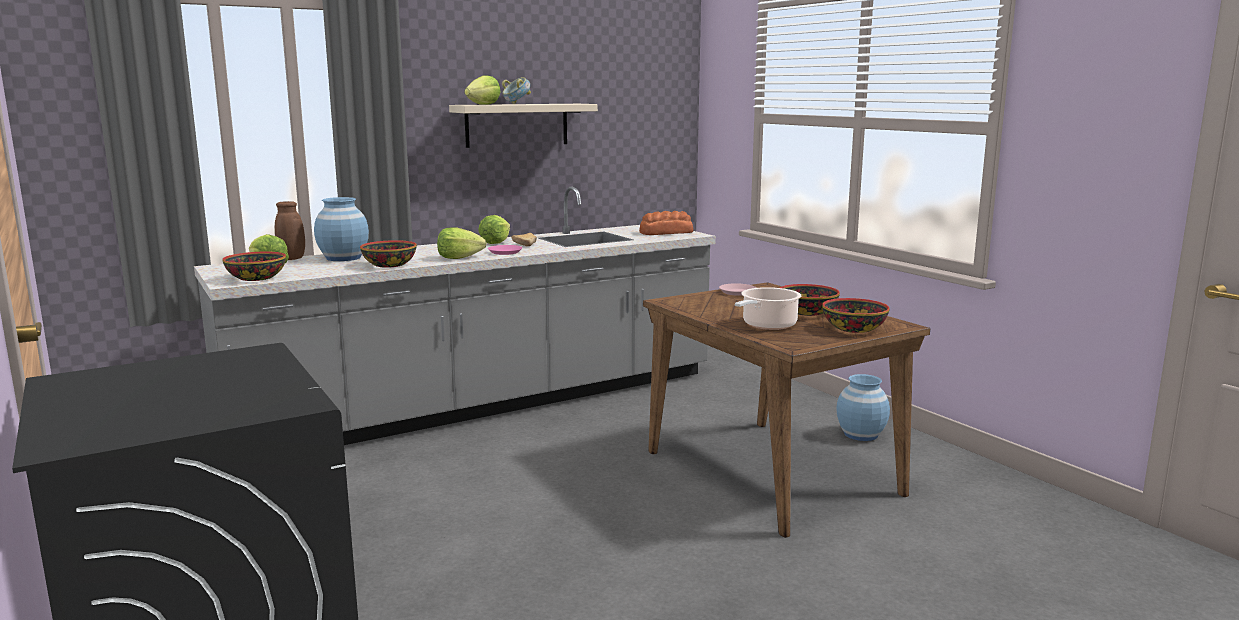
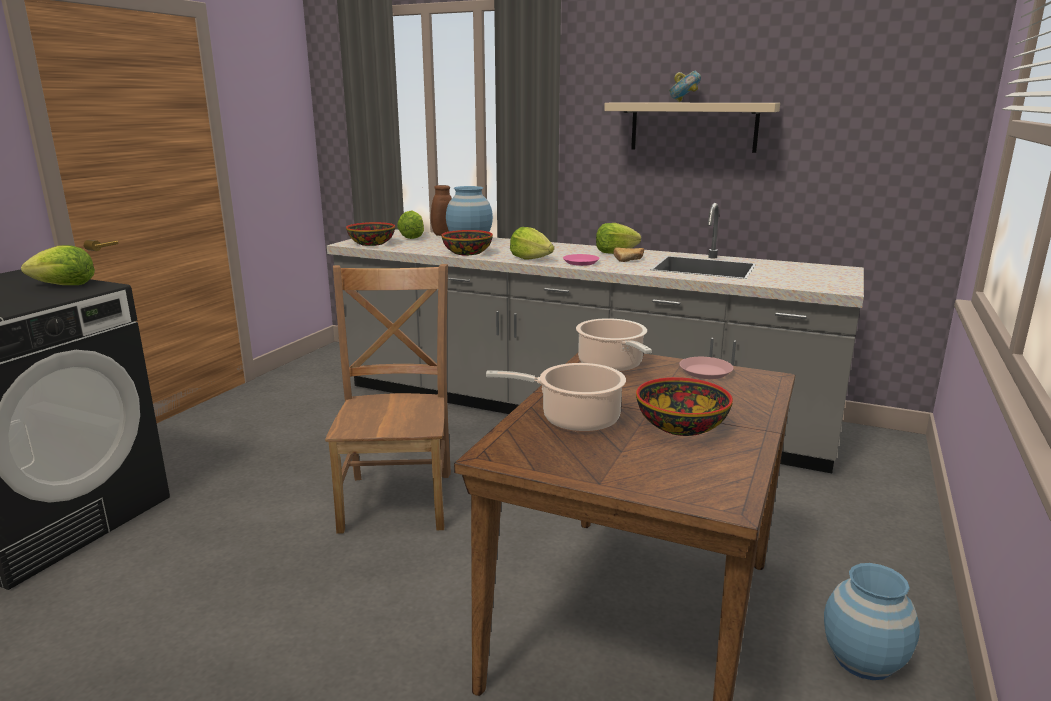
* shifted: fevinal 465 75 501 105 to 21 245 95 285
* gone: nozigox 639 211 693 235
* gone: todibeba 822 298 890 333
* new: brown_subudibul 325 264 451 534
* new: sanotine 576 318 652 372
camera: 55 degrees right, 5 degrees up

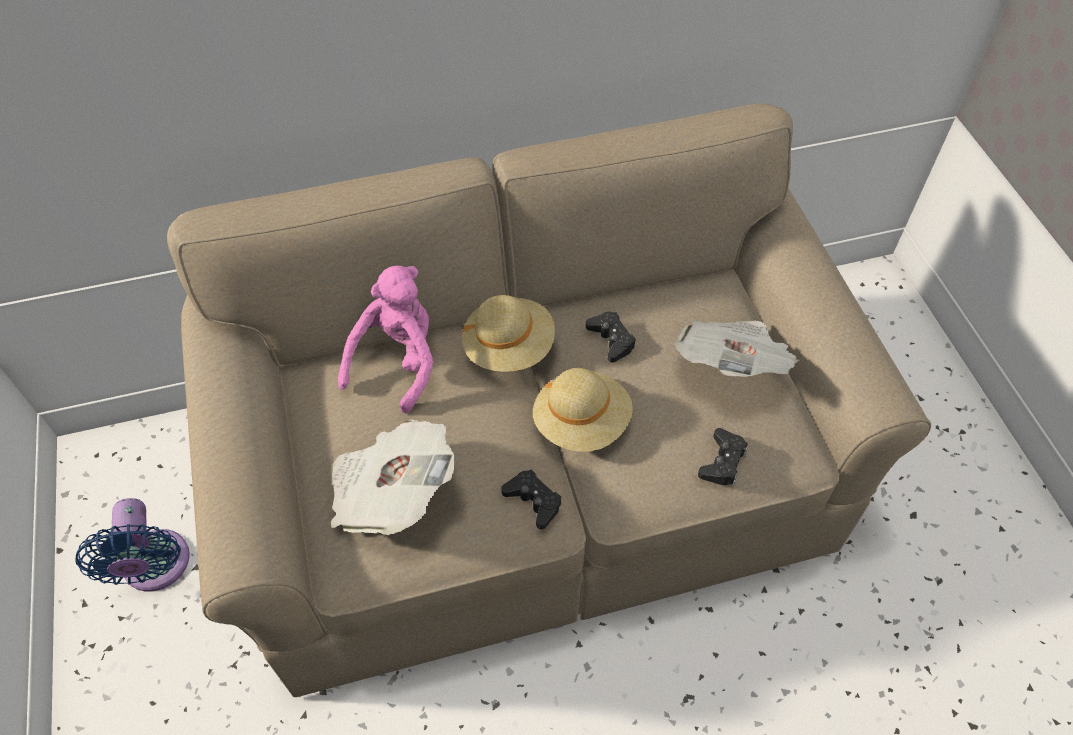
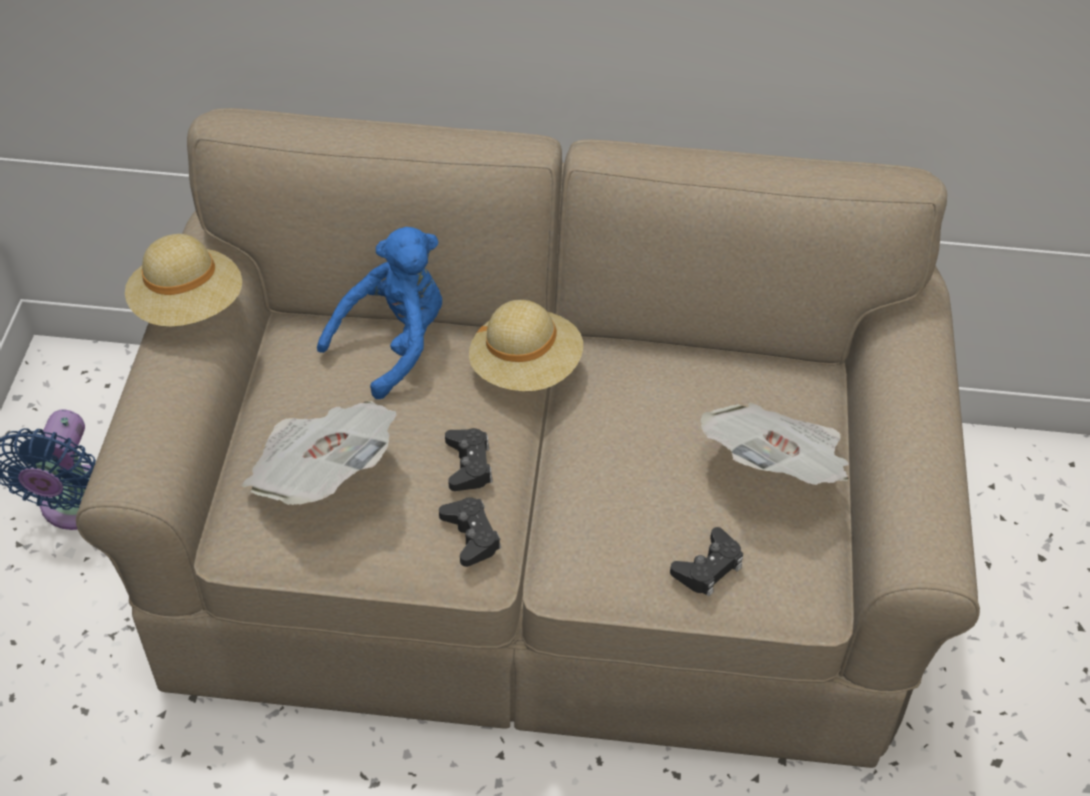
* repainted: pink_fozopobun 338 266 434 413 to blue_fozopobun 317 227 442 399
* shifted: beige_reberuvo 533 368 633 452 to 125 234 242 327
* shifted: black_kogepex 586 312 636 362 to 445 428 493 491
camera: 20 degrees right, 5 degrees down

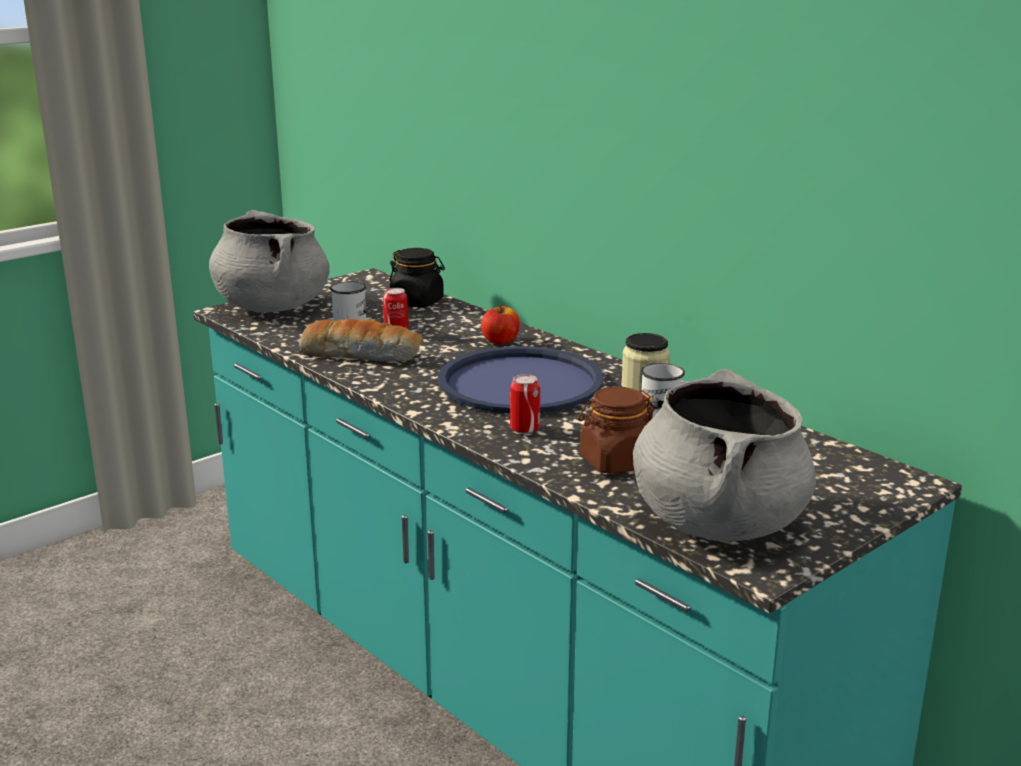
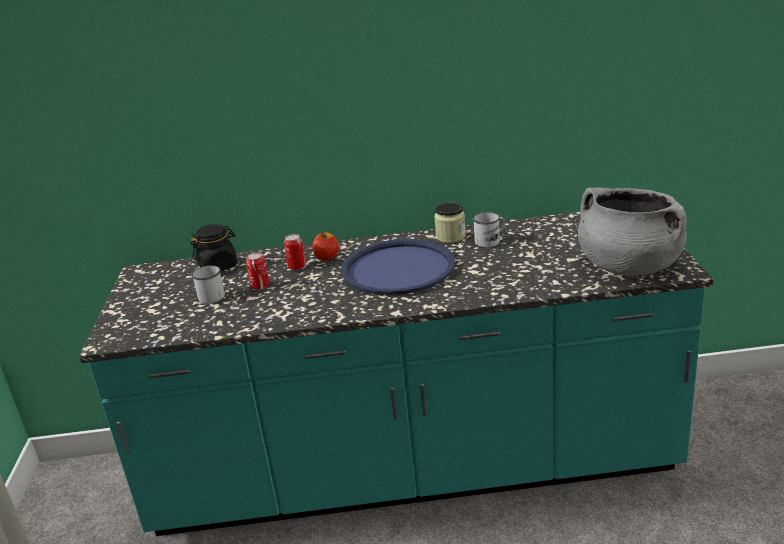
* gone: grey_sanotine 209 210 330 312
* gone: nozigox 299 319 423 361
* shifted: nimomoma 510 374 540 434 to 284 234 306 270
* gone: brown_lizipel 578 387 655 474
camera: 50 degrees left, 5 degrees up

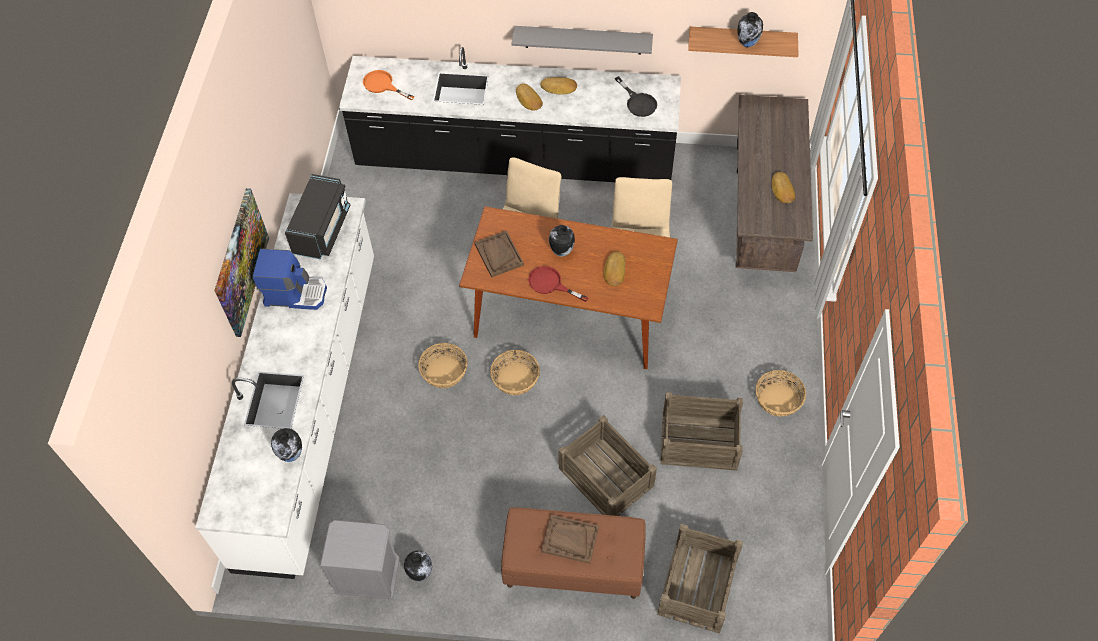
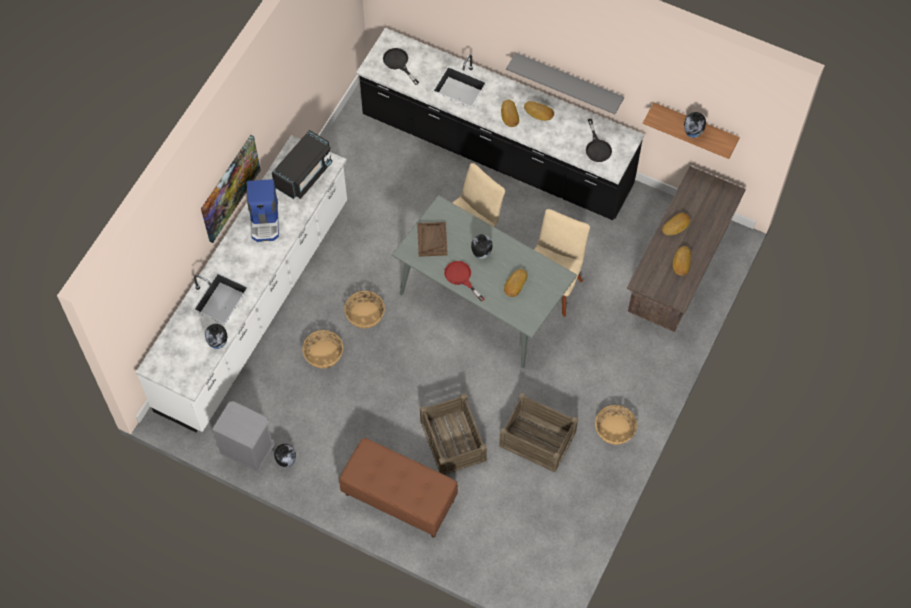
* rotated: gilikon 253 249 327 310 = 247 179 279 242 60 degrees clockwise
* repainted: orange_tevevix 363 70 415 100 to black_tevevix 383 48 419 85
* repainted: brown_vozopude 459 206 678 369 to grey_vozopude 392 195 577 368
* shifted: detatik 490 350 540 395 to 302 330 343 369
* gone: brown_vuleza 541 515 599 564
* gone: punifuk 657 524 743 633
* new: nozigox 662 213 690 235
camera: 20 degrees right, 5 degrees up

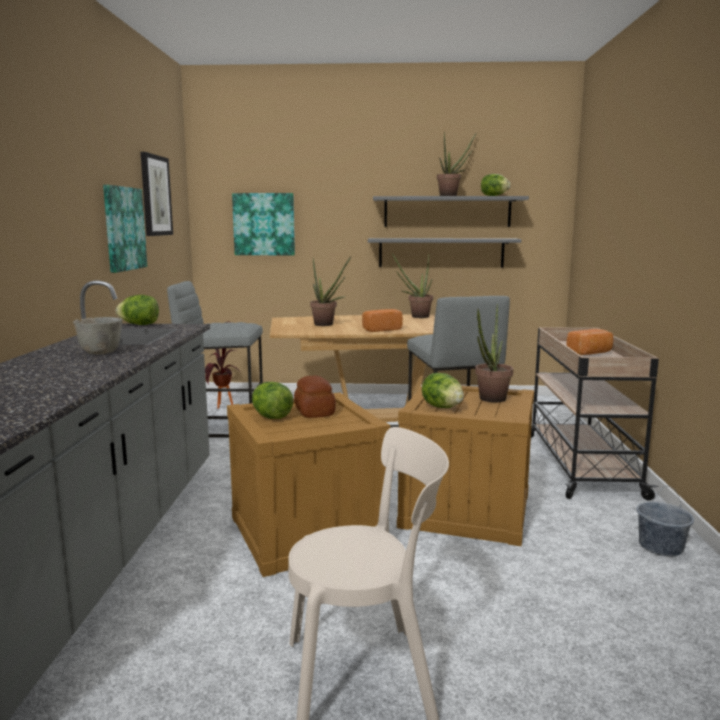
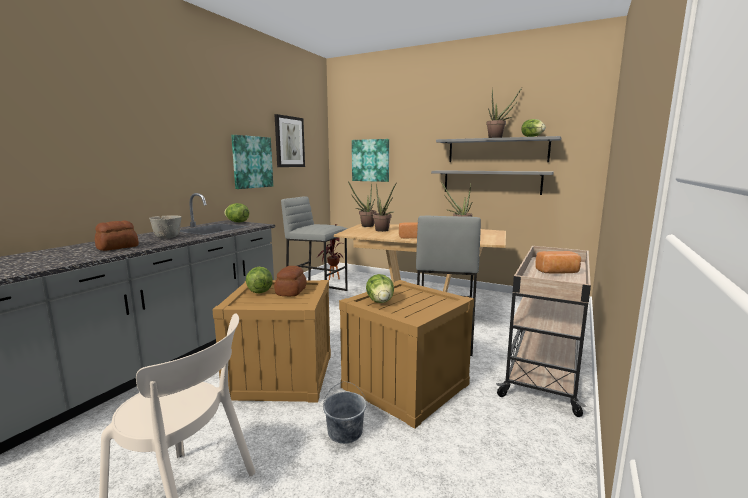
* shifted: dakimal 475 304 513 403 to 348 181 376 227
* shifted: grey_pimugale 636 486 694 556 to 323 381 366 444
* new: nozigox 95 220 139 251
camera: 25 degrees right, 0 degrees up

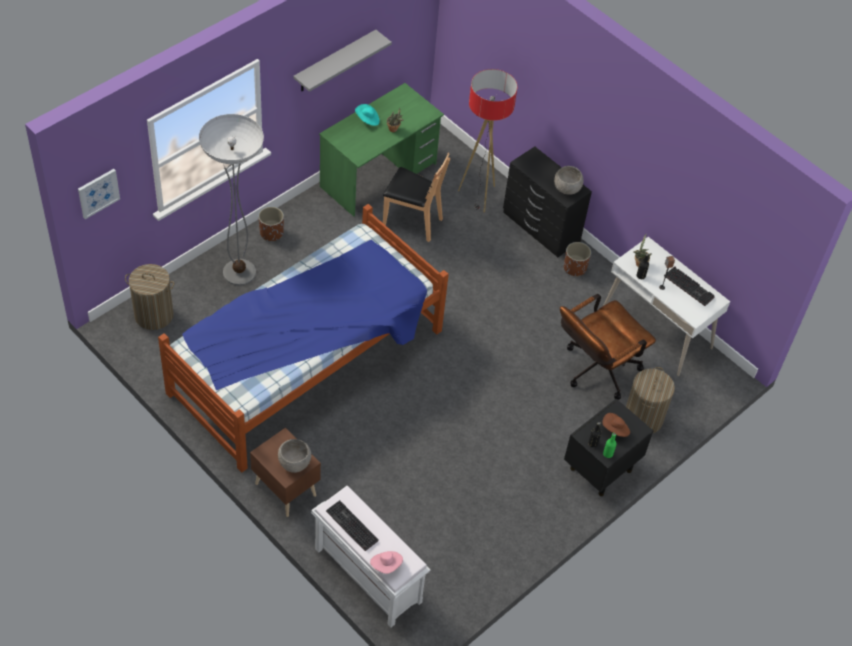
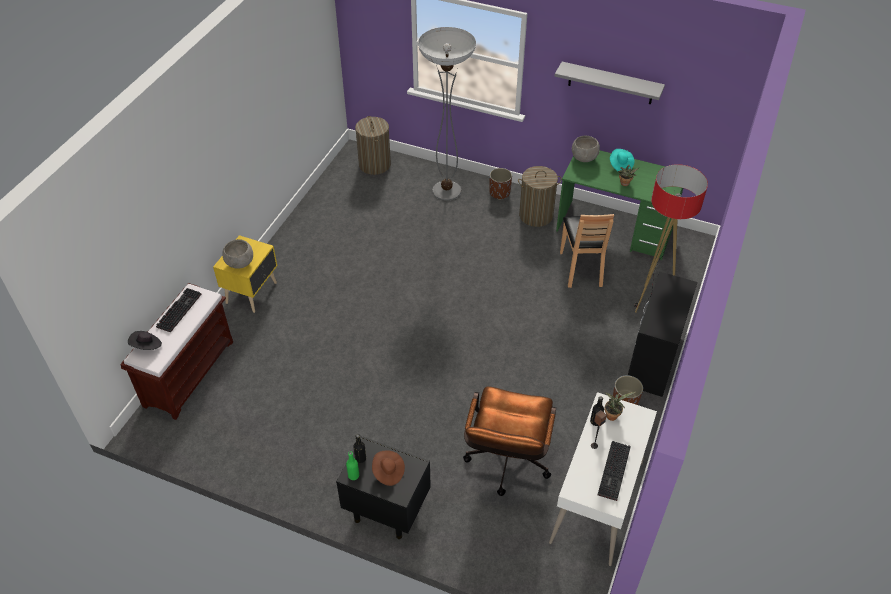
* gone: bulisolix 78 169 120 219
* gone: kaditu 158 204 449 473
* repainted: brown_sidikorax 250 428 321 517 to yellow_sidikorax 213 235 277 313
* repainted: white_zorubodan 311 486 431 628 to brown_zorubodan 120 283 233 420
* repainted: pink_reberuvo 370 551 403 574 to black_reberuvo 128 331 162 350
* shifted: grey_todibeba 554 166 583 195 to 572 136 600 162
* rotated: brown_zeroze 560 294 656 400 = 463 386 556 496 105 degrees counterclockwise
* shifted: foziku 626 367 675 433 to 518 166 562 227
camera: 70 degrees right, 5 degrees down

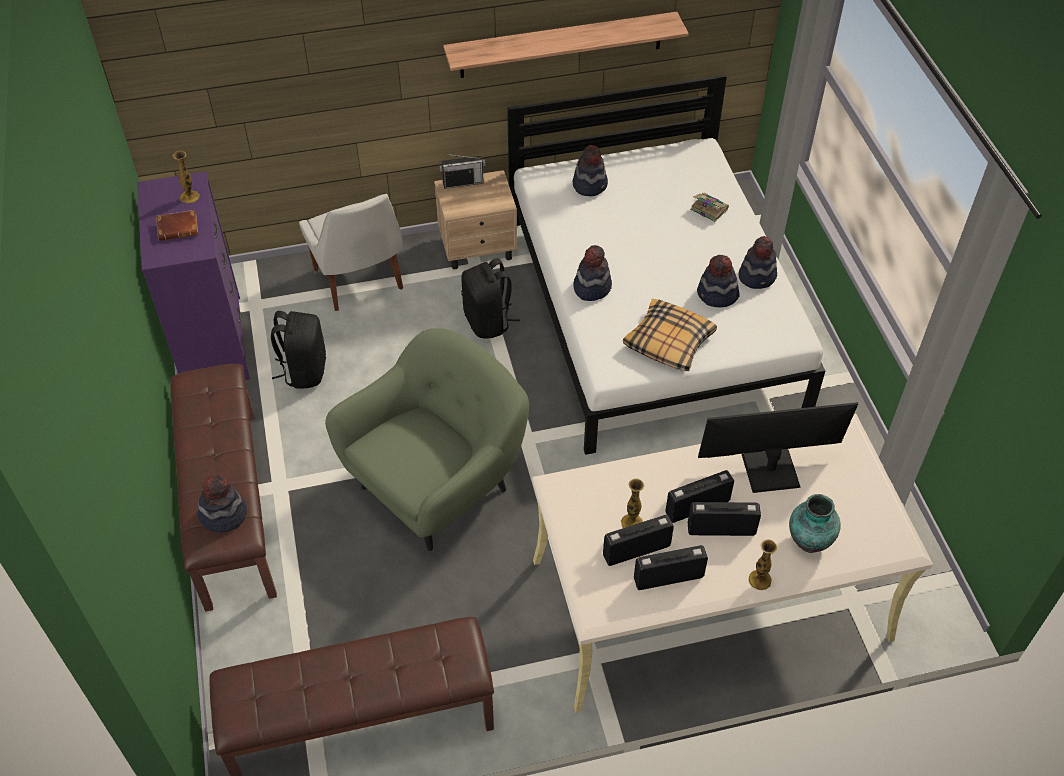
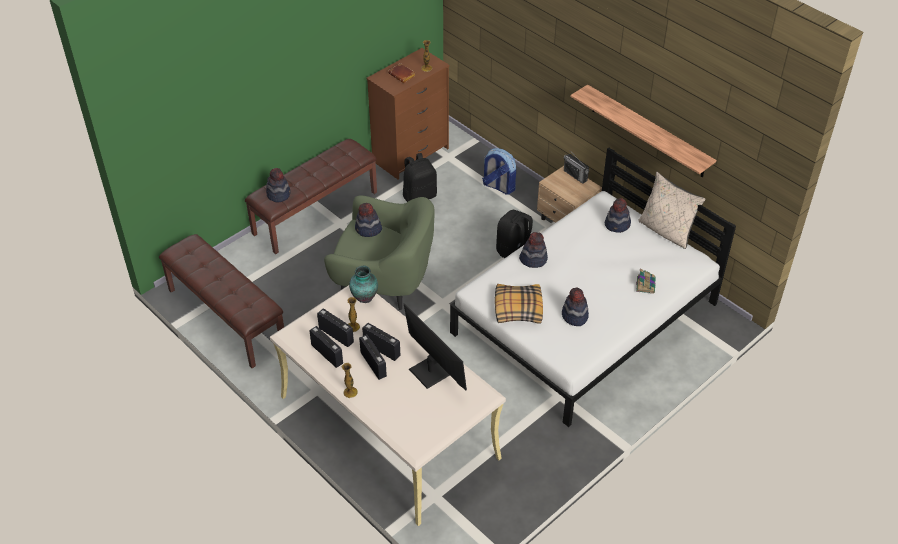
* repainted: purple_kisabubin 137 172 250 380 to brown_kisabubin 367 48 449 180
* swapped: white_subudibul 299 194 403 311 to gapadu 482 148 516 195
* shifted: reberuvo 739 236 777 289 to 355 203 382 237
* shifted: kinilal 789 494 841 553 to 349 266 378 303
* new: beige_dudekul 638 172 705 249
camera: 60 degrees right, 5 degrees down

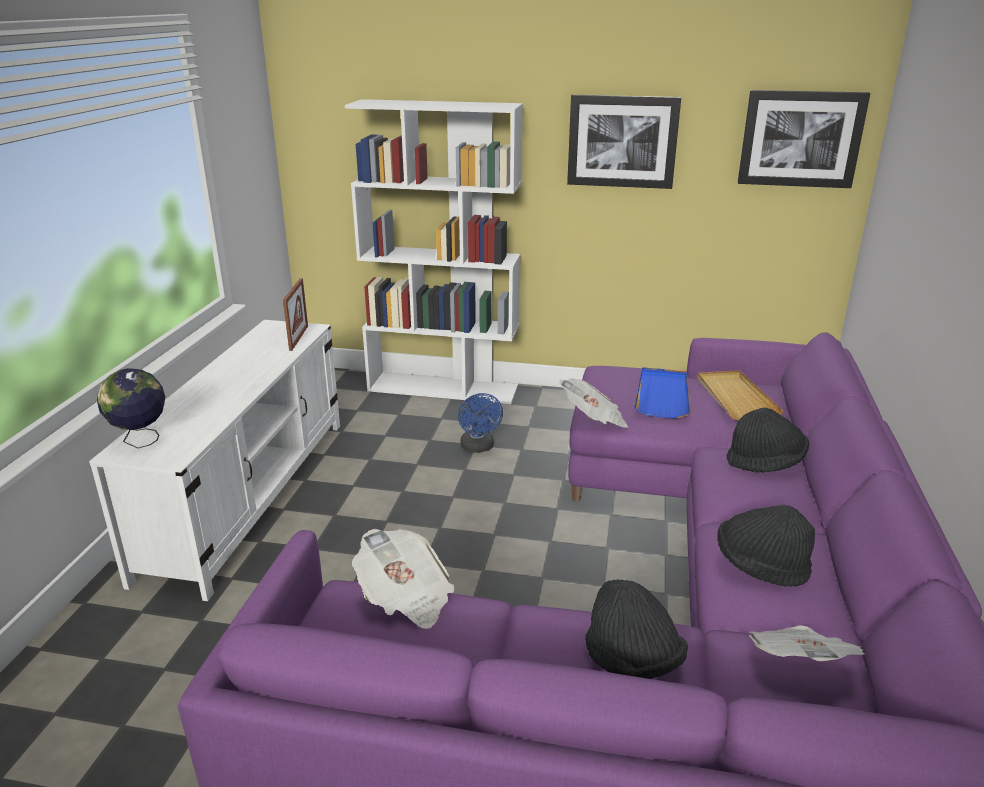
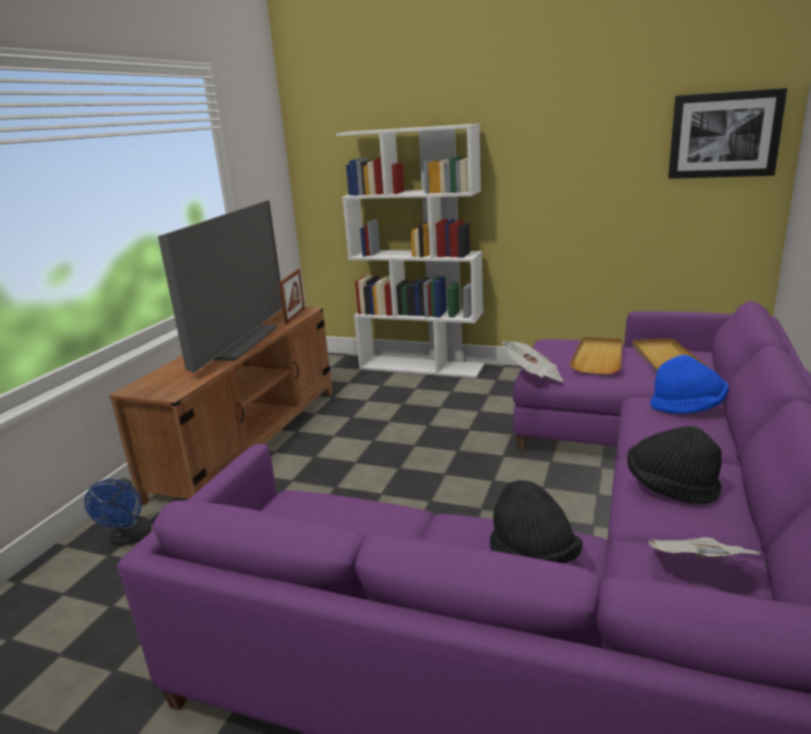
* repainted: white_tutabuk 89 320 340 601 to brown_tutabuk 110 307 333 506
* gone: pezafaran 97 368 165 448
* gone: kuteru 352 529 455 629
* shifted: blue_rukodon 458 393 503 453 to 84 478 151 546
* gone: bulisolix 567 95 681 189
* repainted: blue_vuleza 634 367 691 418 to beige_vuleza 570 337 622 374
* repainted: black_reberuvo 727 408 809 473 to blue_reberuvo 650 355 729 414
* new: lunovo 158 200 283 373
camera: 10 degrees right, 5 degrees down

